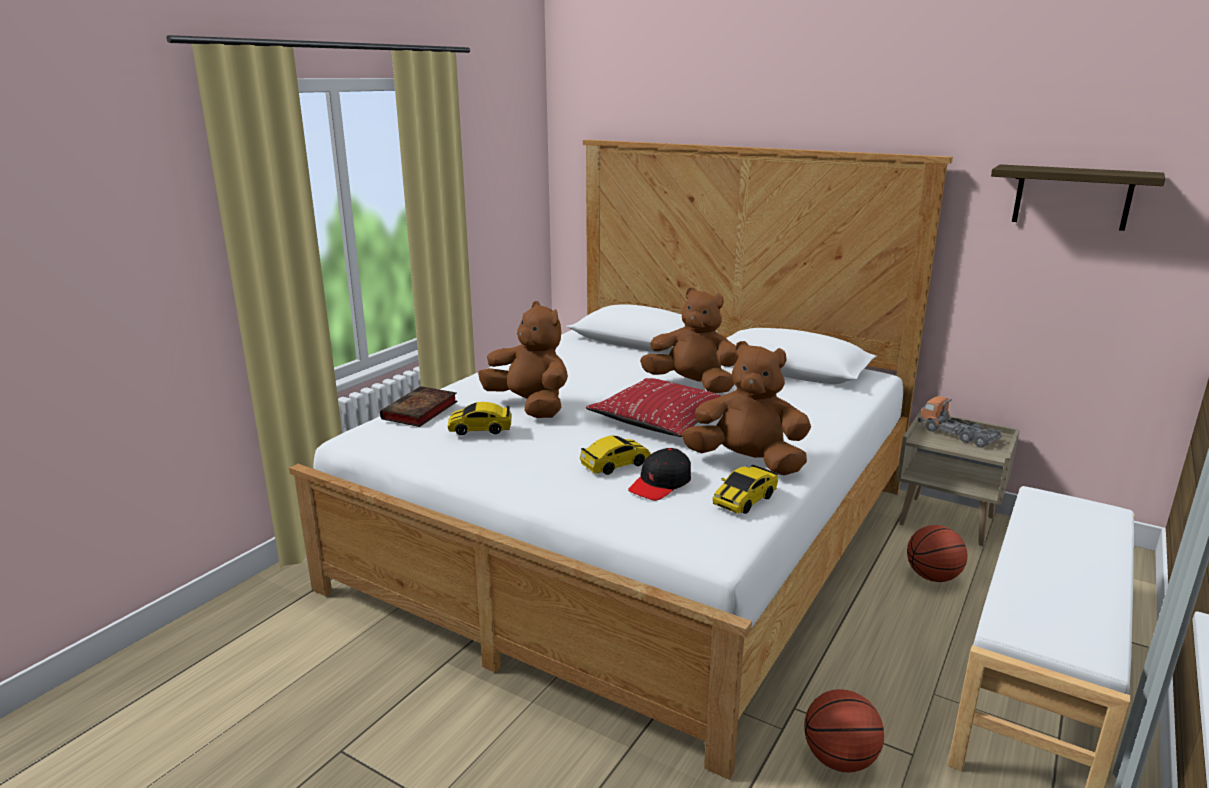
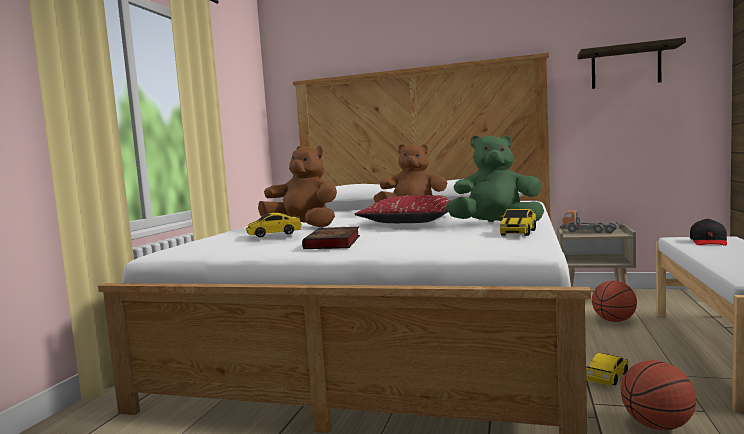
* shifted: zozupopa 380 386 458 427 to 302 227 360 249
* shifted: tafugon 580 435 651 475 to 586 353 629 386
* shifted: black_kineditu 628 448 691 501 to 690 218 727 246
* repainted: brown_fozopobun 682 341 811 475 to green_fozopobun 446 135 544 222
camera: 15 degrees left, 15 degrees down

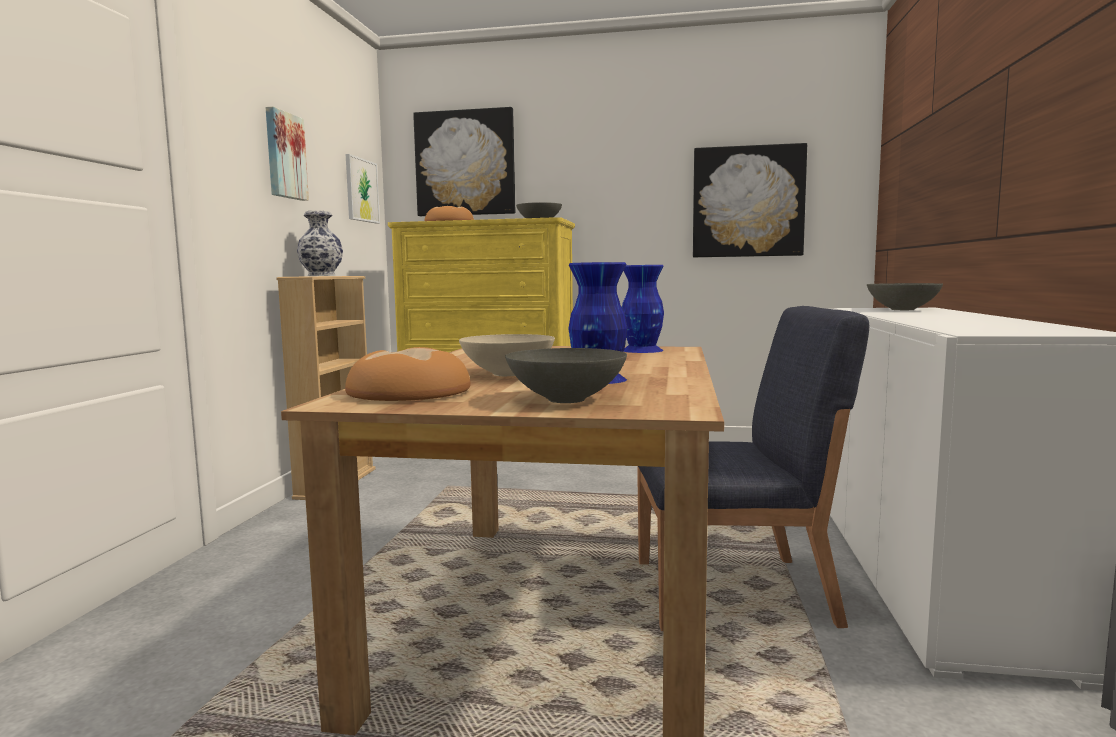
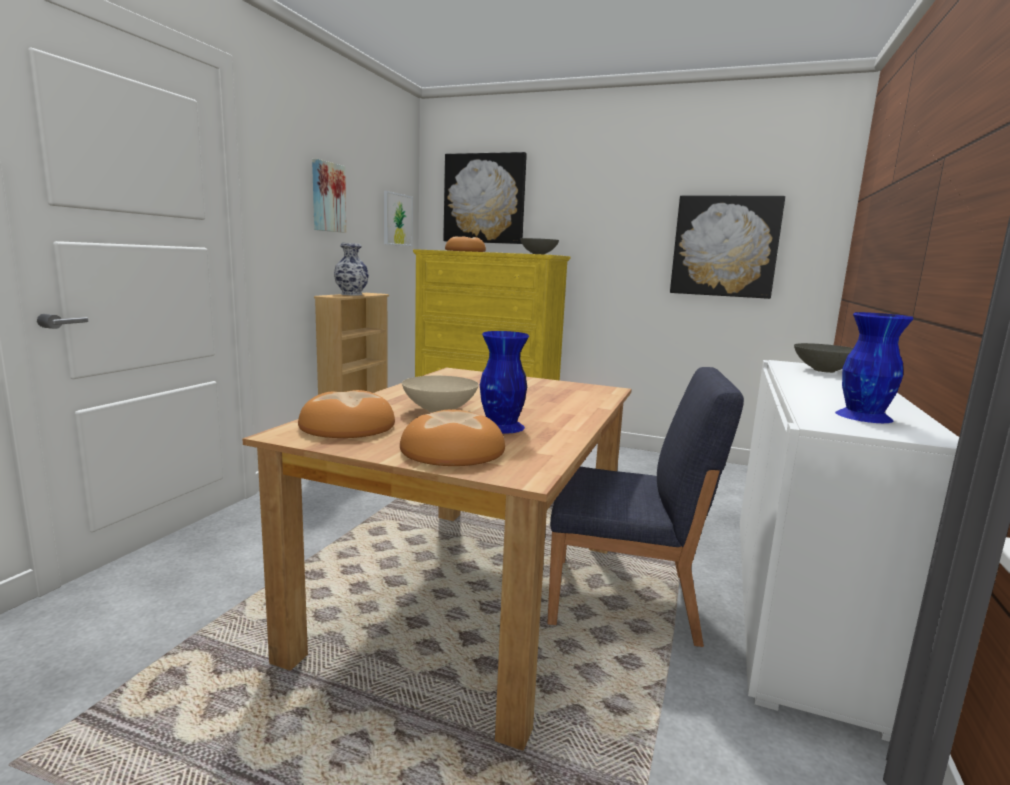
* swapped: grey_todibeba 505 348 627 403 to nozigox 400 410 505 466
* shifted: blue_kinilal 622 265 664 353 to 835 312 914 423
camera: 10 degrees right, 5 degrees up

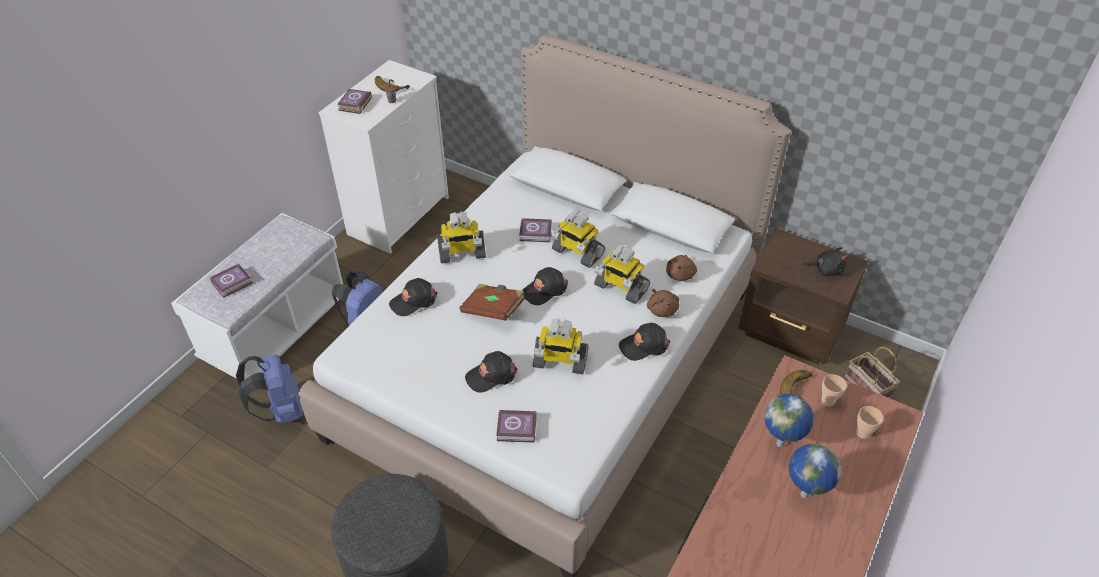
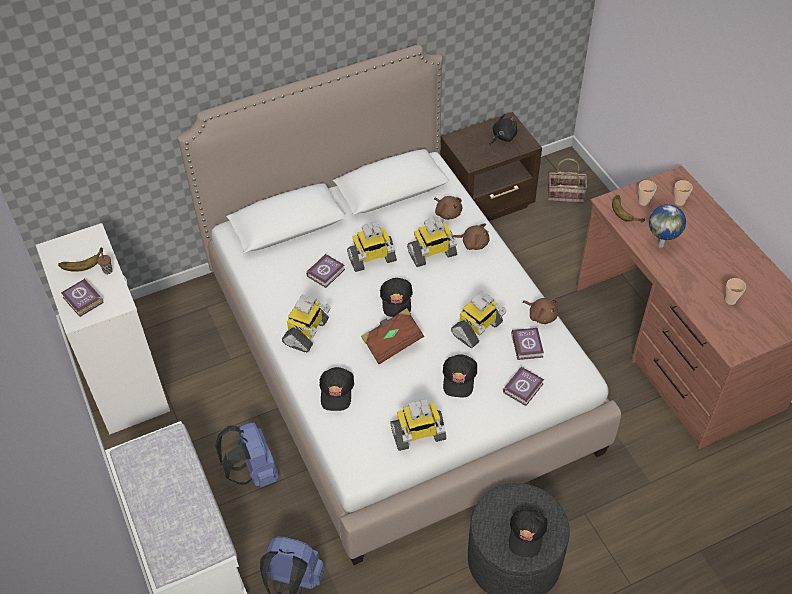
* shifted: zozupopa 210 264 253 298 to 511 328 544 360
* shifted: black_kineditu 619 323 670 361 to 509 508 548 557
* gone: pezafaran 789 444 841 498
* new: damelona 391 399 446 451
* new: brown_fozopobun 523 298 558 324
* new: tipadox 725 278 746 305
camera: 55 degrees left, 5 degrees up

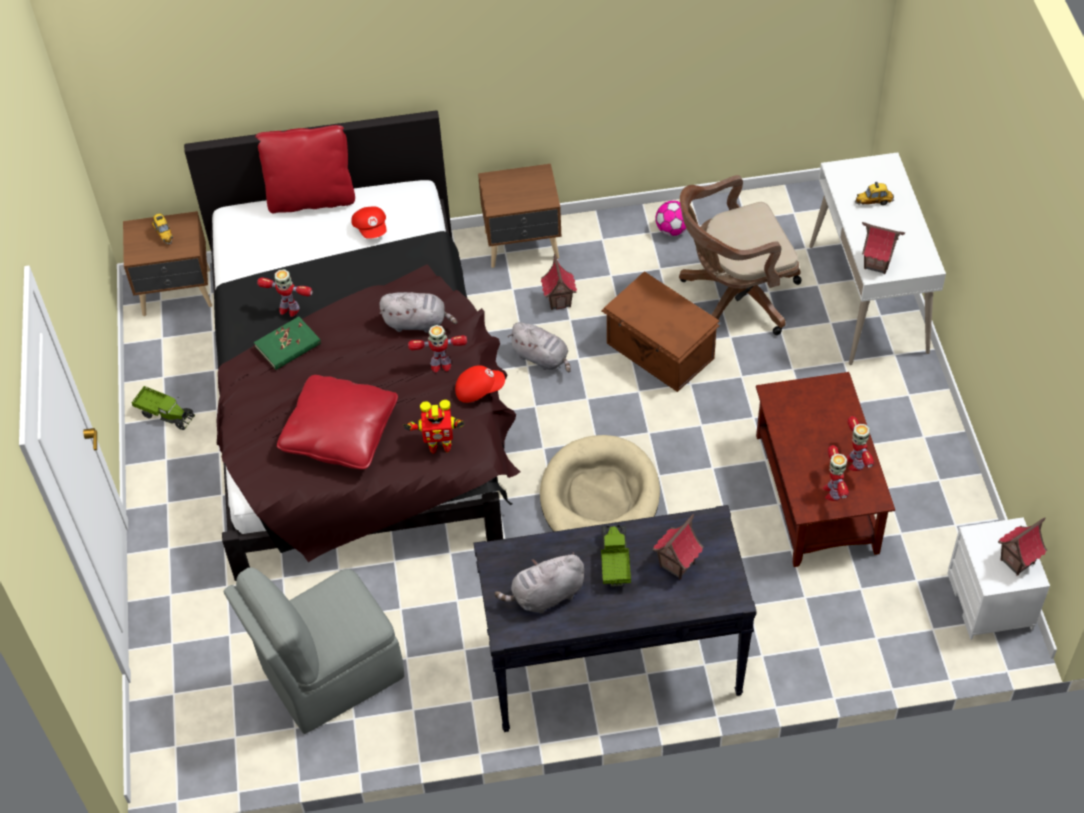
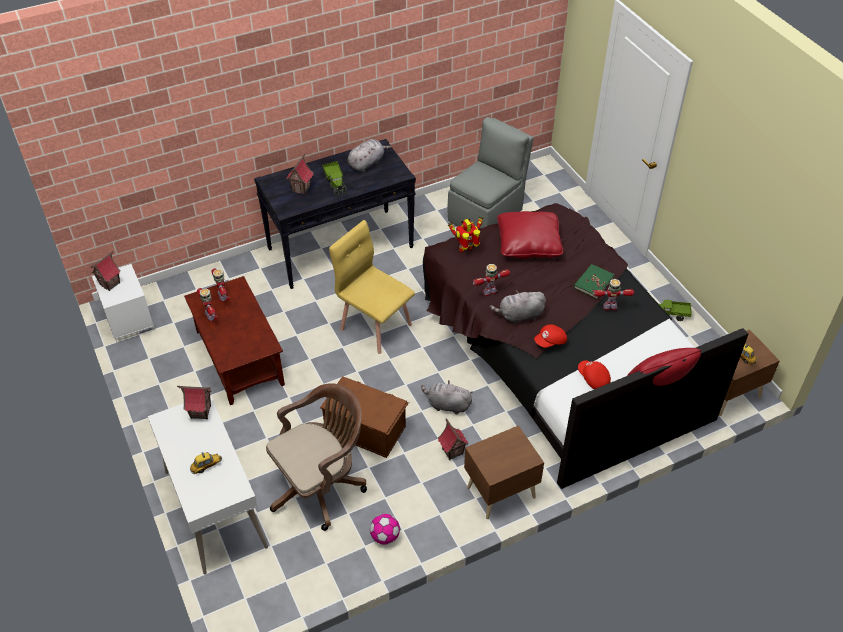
* shifted: red_kineditu 455 365 505 403 to 534 324 567 348
* swapped: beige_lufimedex 540 435 660 532 to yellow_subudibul 329 220 415 354
camera: 160 degrees right, 5 degrees down

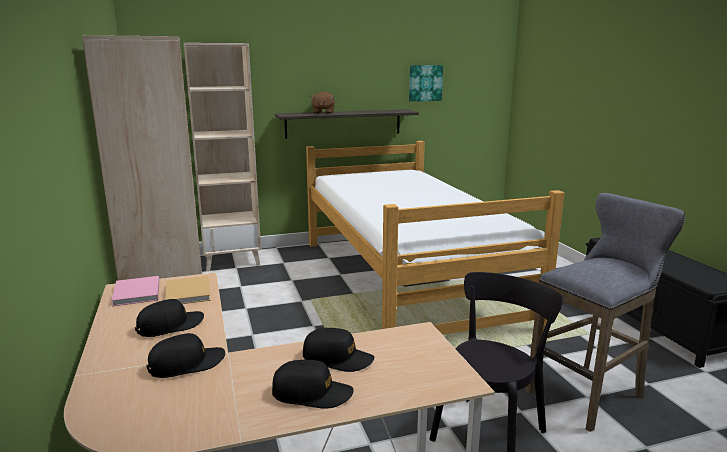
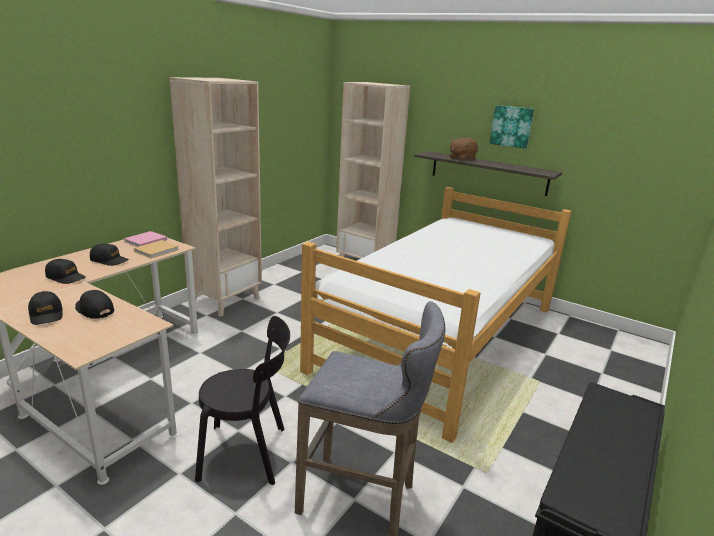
* rotated: black_kineditu 303 328 374 372 = 75 290 114 319 150 degrees clockwise
* shifted: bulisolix 409 65 443 101 to 490 105 534 149
camera: 50 degrees right, 5 degrees up

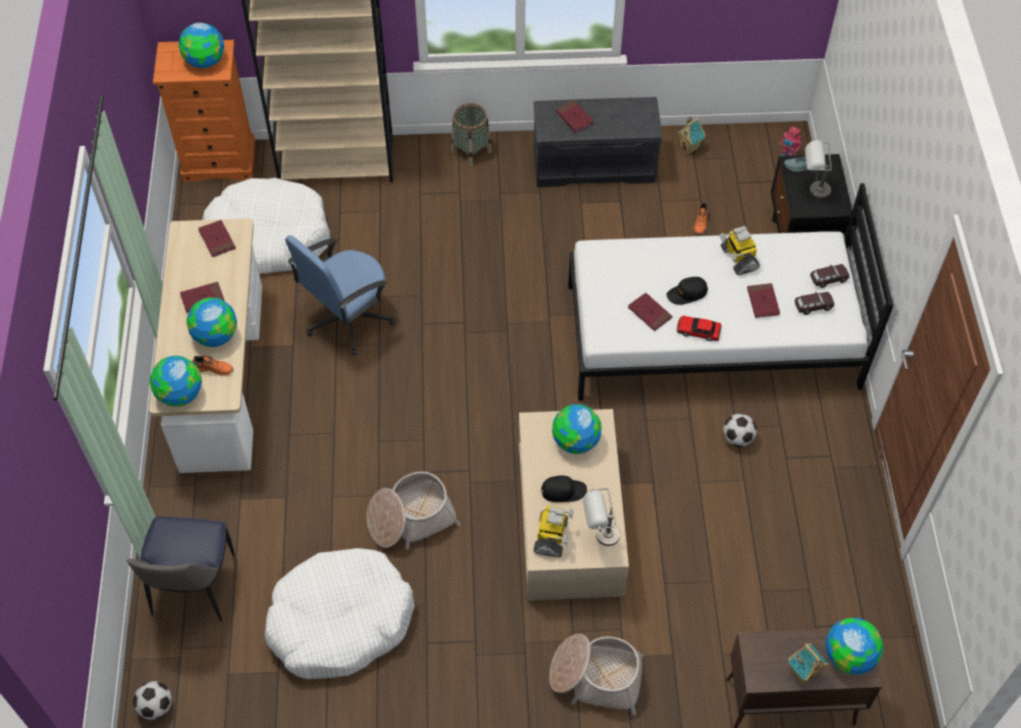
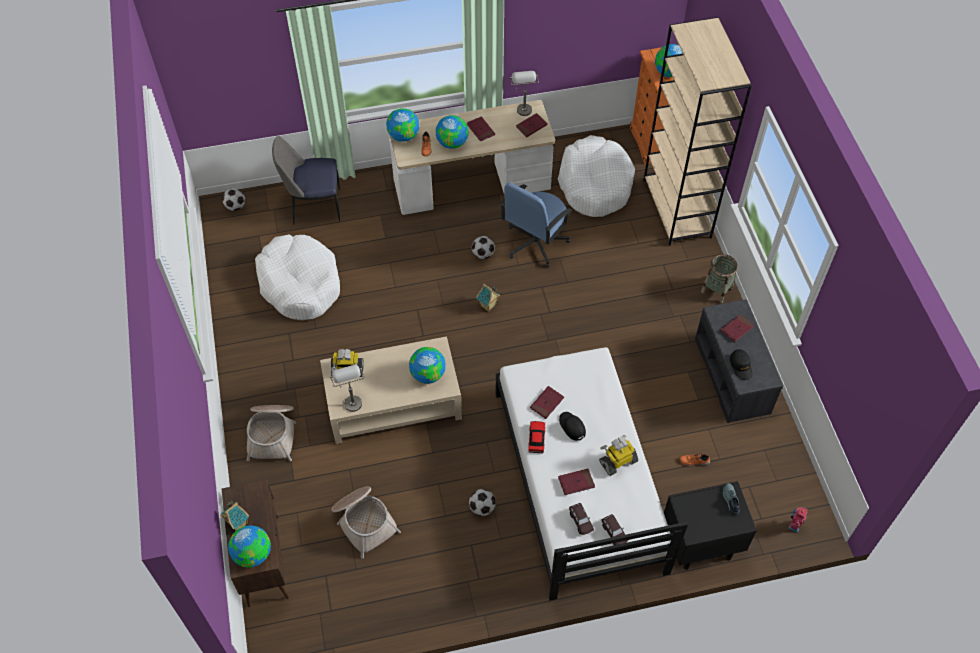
* rotated: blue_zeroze 285 236 395 355 = 500 183 572 267 90 degrees counterclockwise
* shifted: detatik 366 471 461 550 to 332 486 401 559
* shifted: black_kineditu 541 476 587 502 to 730 349 752 380
* shifted: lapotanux 677 116 706 154 to 476 284 500 312
* shifted: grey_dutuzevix 805 140 832 199 to 510 71 539 116
* new: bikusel 472 236 495 259
camera: 80 degrees right, 0 degrees up

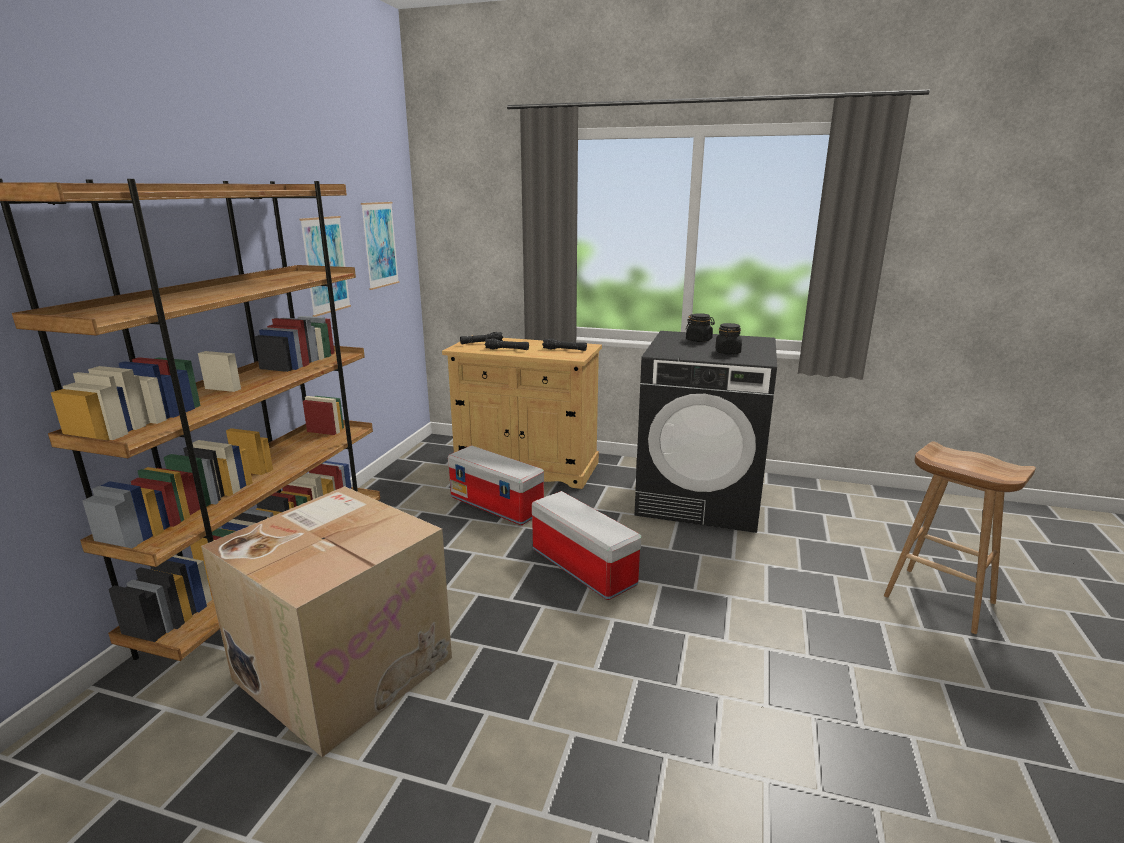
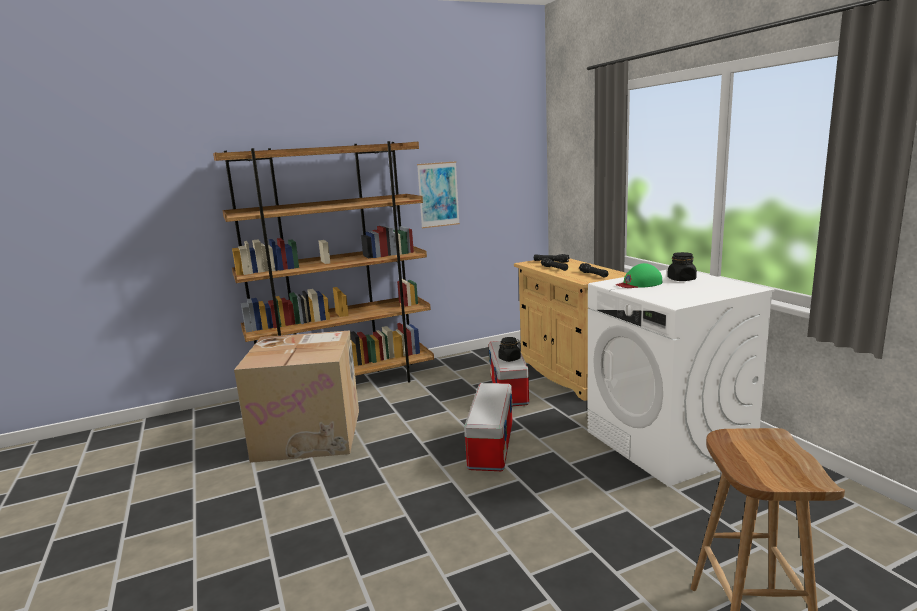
* gone: bulisolix 361 202 399 290
* repainted: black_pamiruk 634 331 777 533 to white_pamiruk 587 269 775 487
* shifted: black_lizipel 715 323 742 354 to 498 337 521 362
* new: green_kineditu 616 263 662 288
camera: 50 degrees right, 5 degrees down

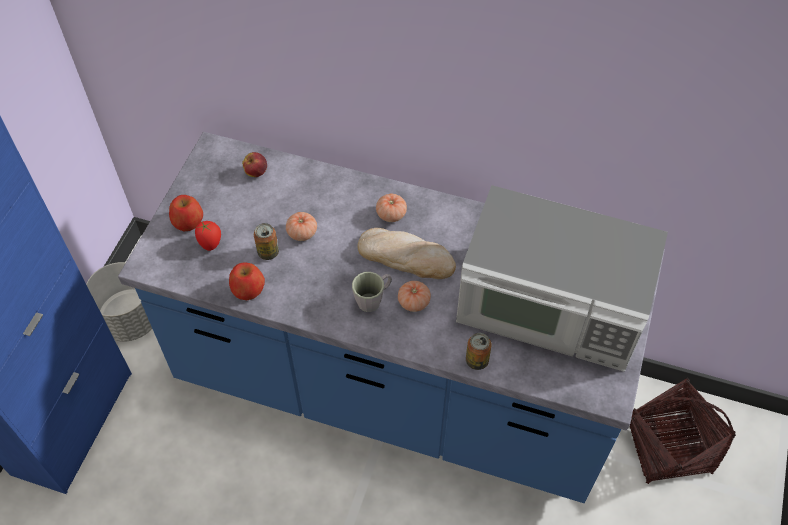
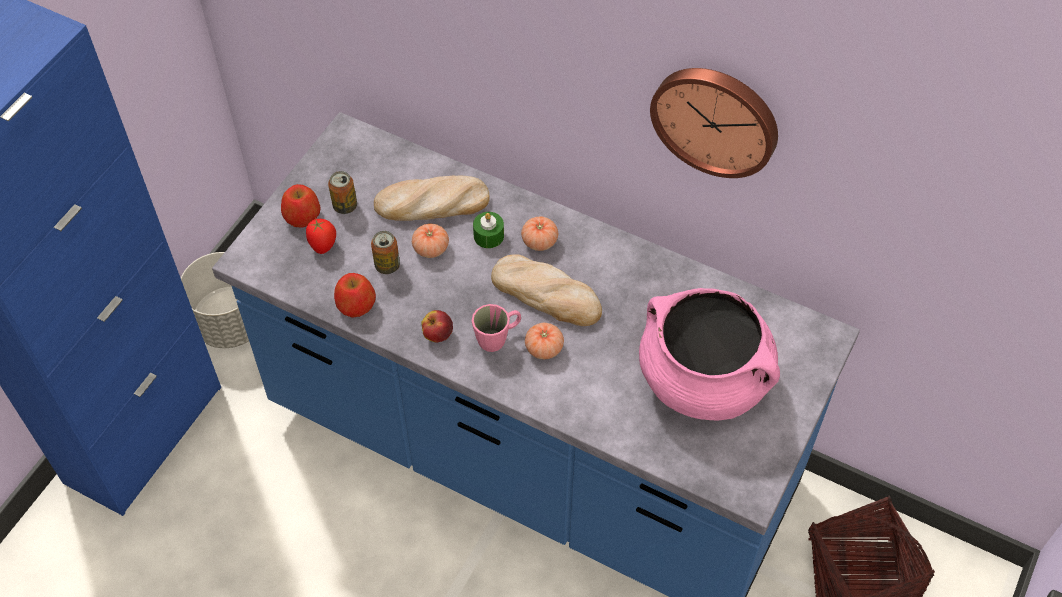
* shifted: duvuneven 242 152 267 177 to 421 310 453 342
* repainted: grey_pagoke 352 272 392 312 to pink_pagoke 472 304 521 352
* swapped: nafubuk 456 185 668 372 to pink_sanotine 639 288 780 420
* shifted: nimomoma 466 333 492 370 to 328 171 357 214
* new: nozigox 374 176 490 221
* new: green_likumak 473 212 504 248
* new: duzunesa 650 68 778 178
camera: 10 degrees right, 0 degrees up

